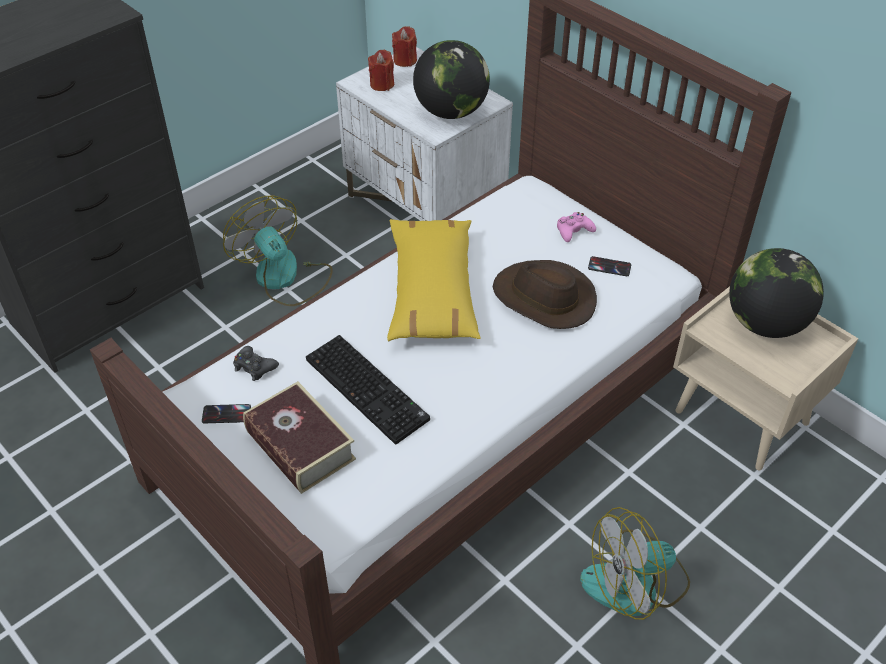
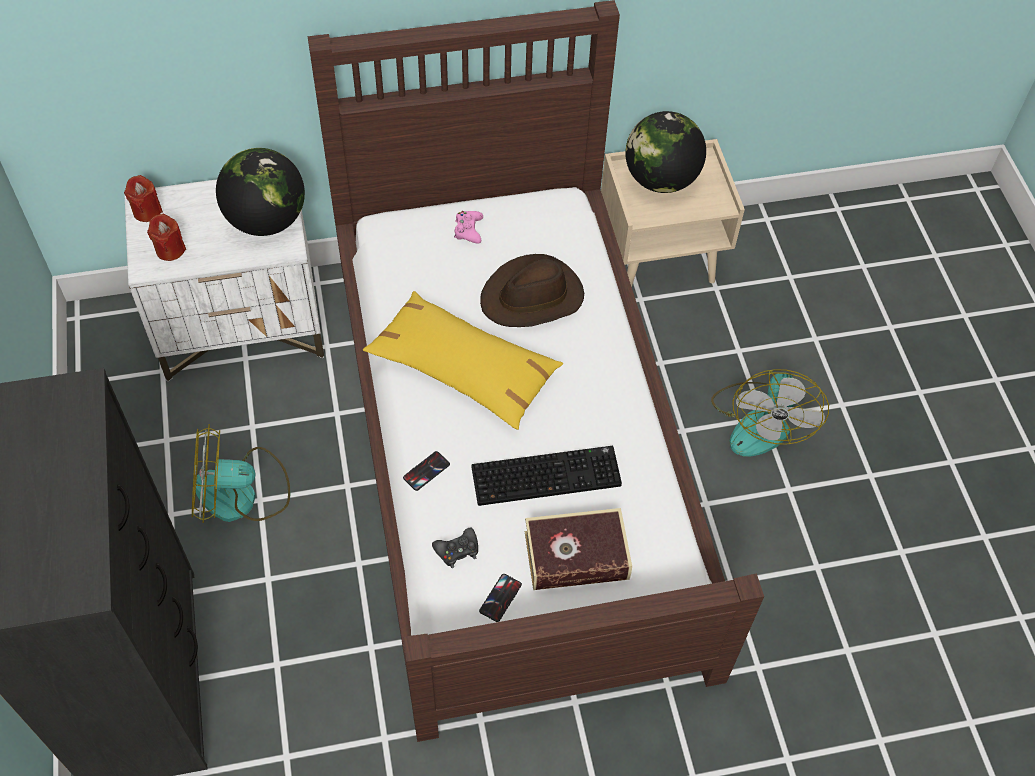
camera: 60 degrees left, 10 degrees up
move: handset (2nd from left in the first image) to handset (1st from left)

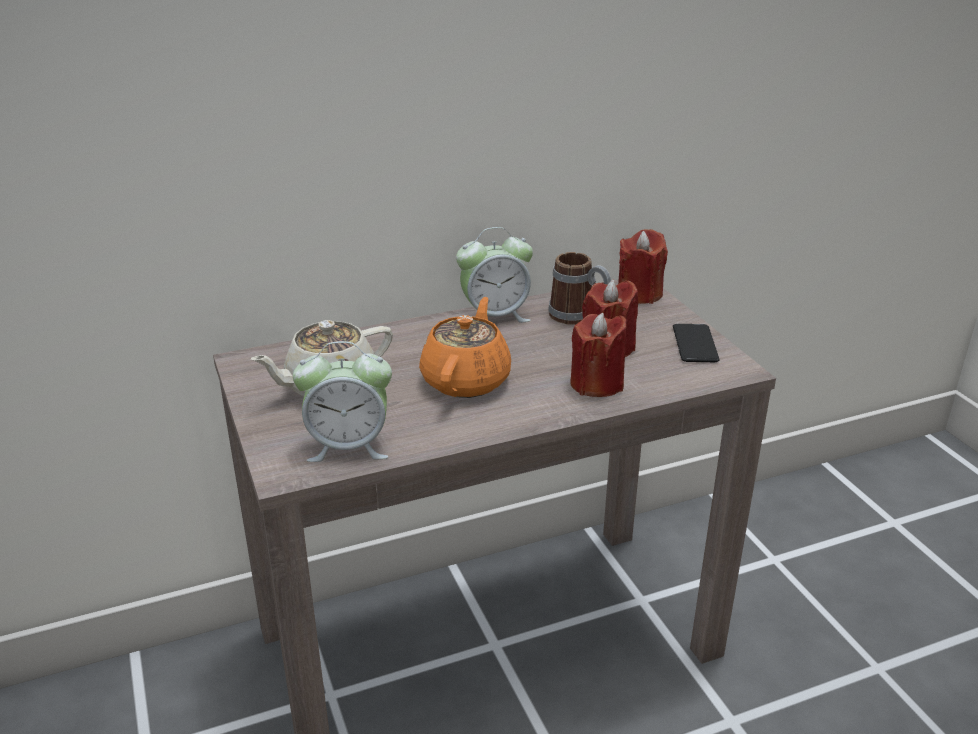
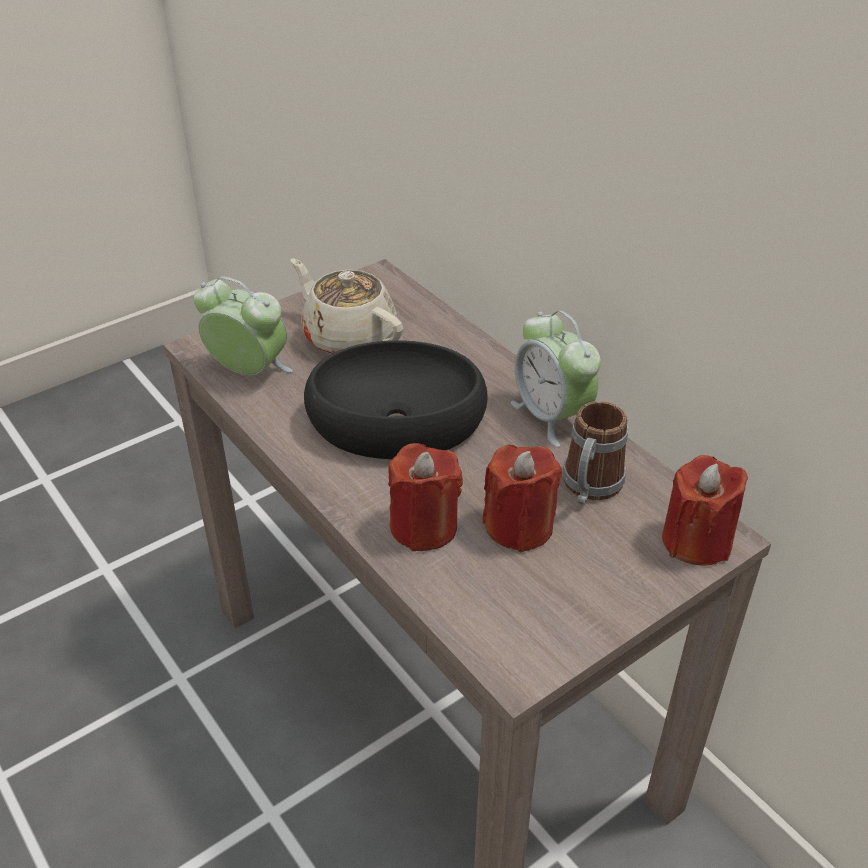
camera: 75 degrees right, 10 degrees up
delete: handset
replace: orange pot for tea to black deep dish
rotate: alarm clock (1st from left) 135 degrees clockwise

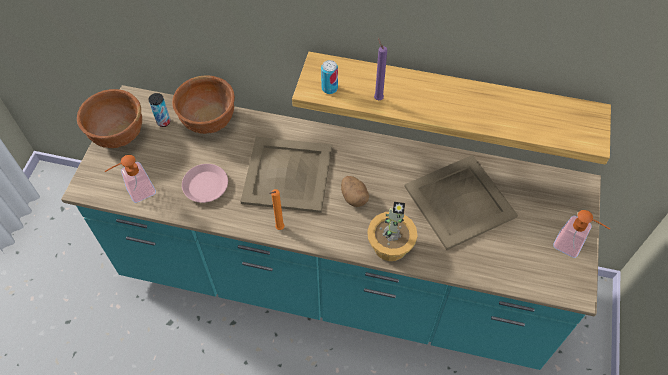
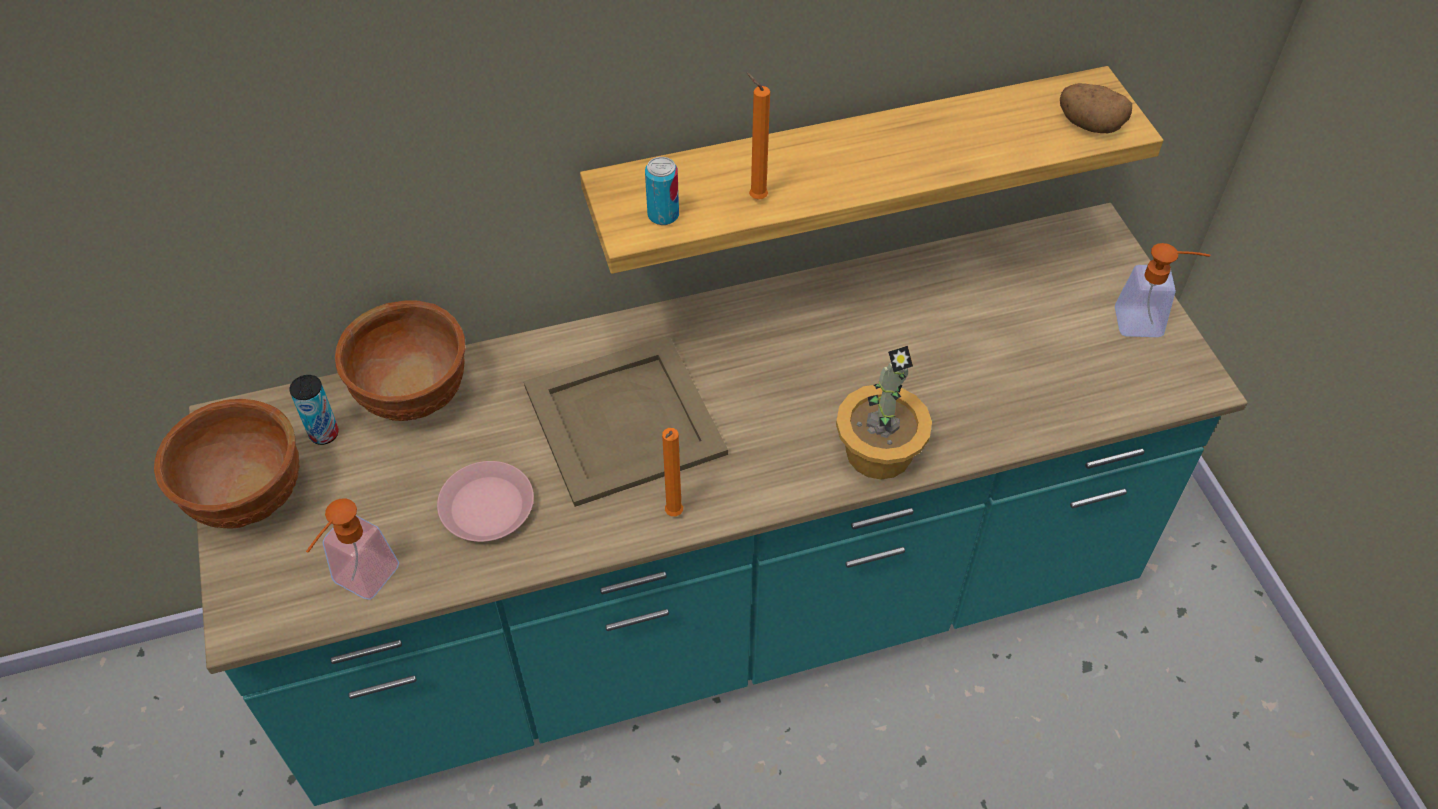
camera: 30 degrees left, 5 degrees down
delete: beige tray (2nd from left)
move: whole potato
recolor: purplish candle to orange candle (2nd from left)

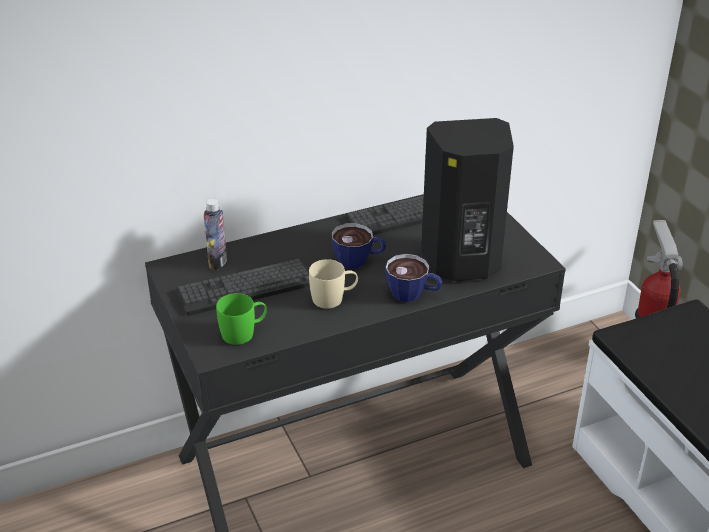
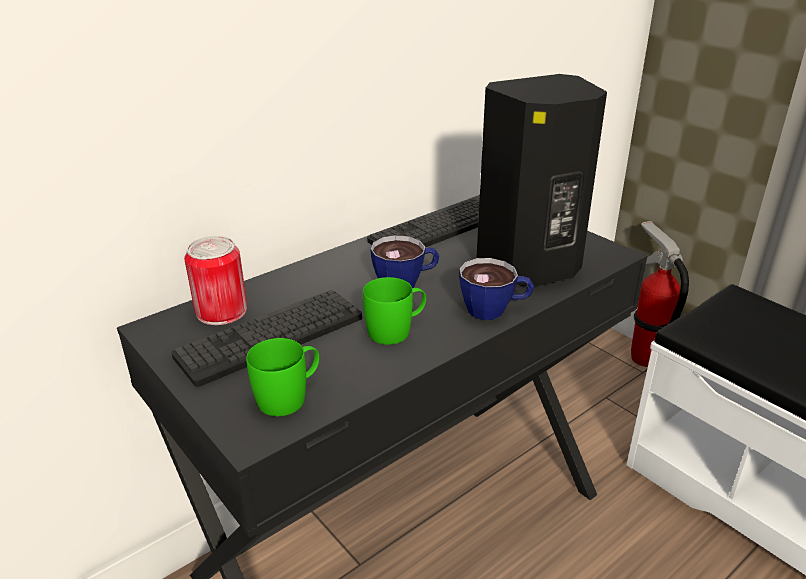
camera: 15 degrees left, 5 degrees down
replace: beverage bottle to sealed can
recolor: beige tea mug to greenish tea mug (2nd from left)

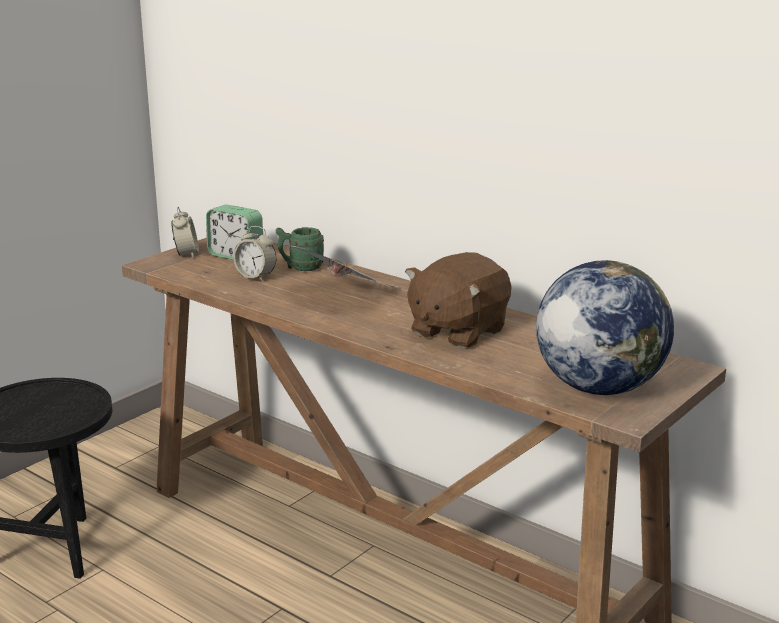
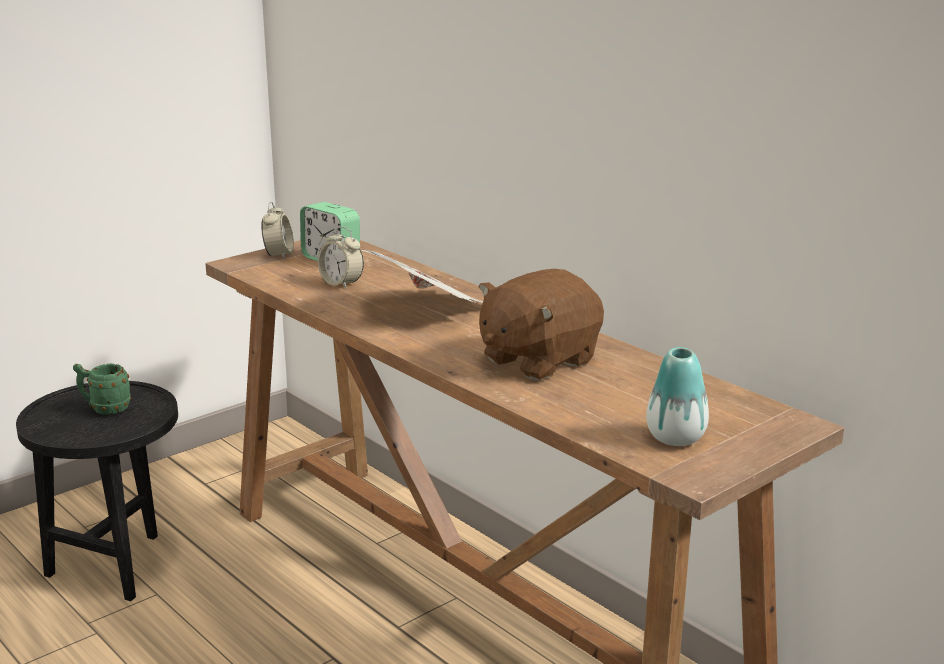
camera: 10 degrees right, 0 degrees up
move: greenish tea mug
replace: globe to flower vase

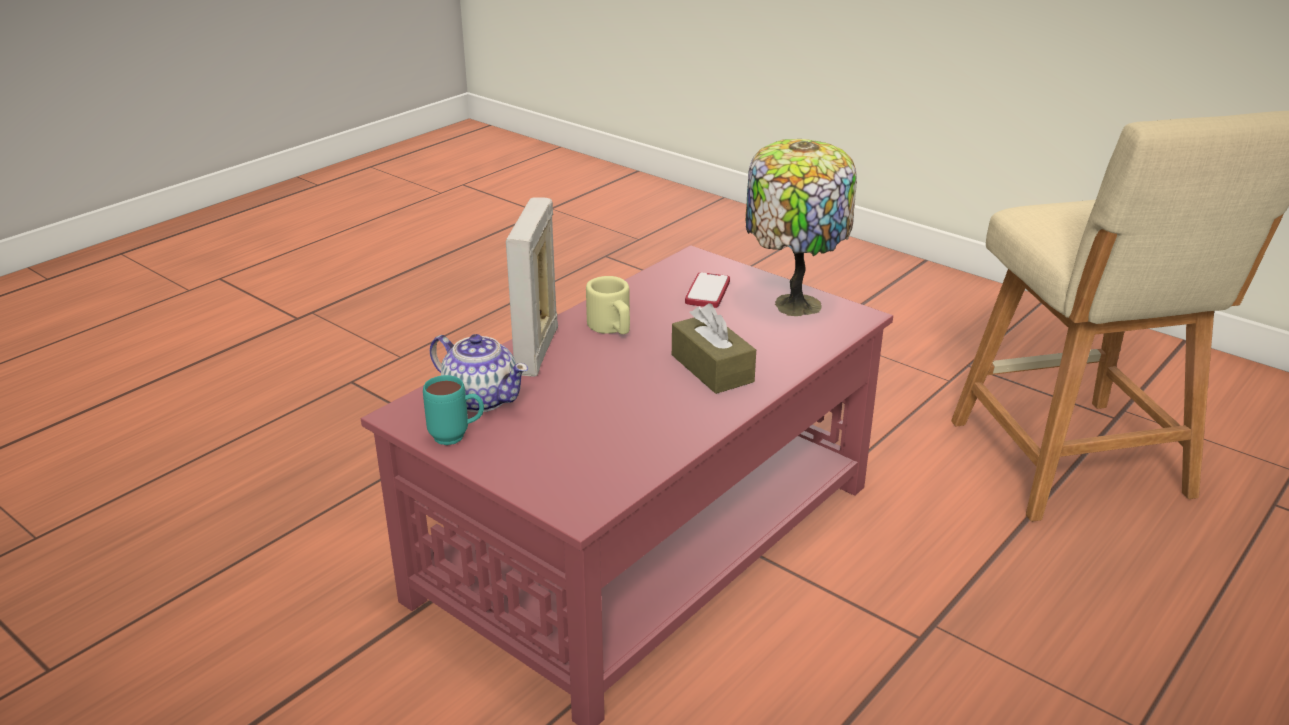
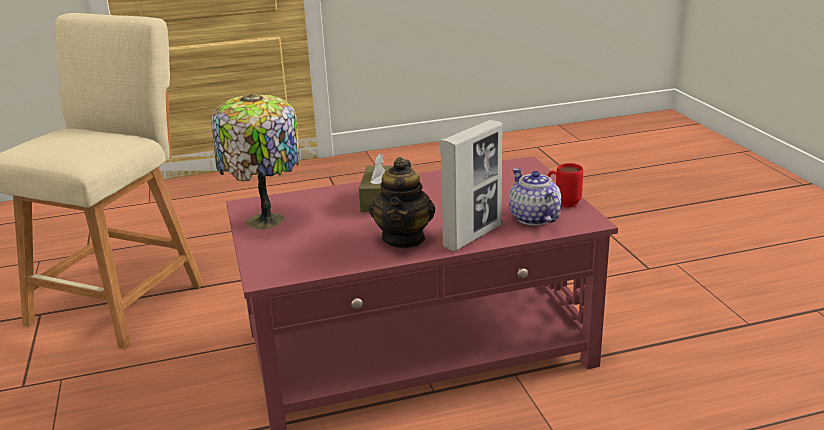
camera: 145 degrees left, 5 degrees down
delete: handset
replace: beige tea mug to pot for tea (1st from left)
recolor: turquoise tea mug to red tea mug

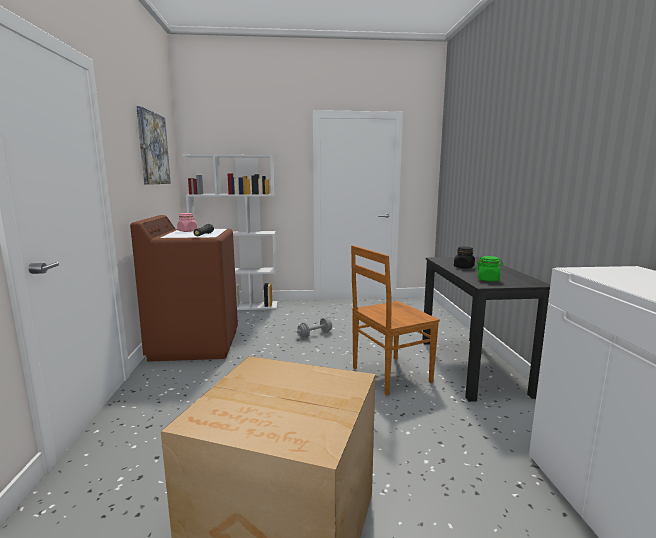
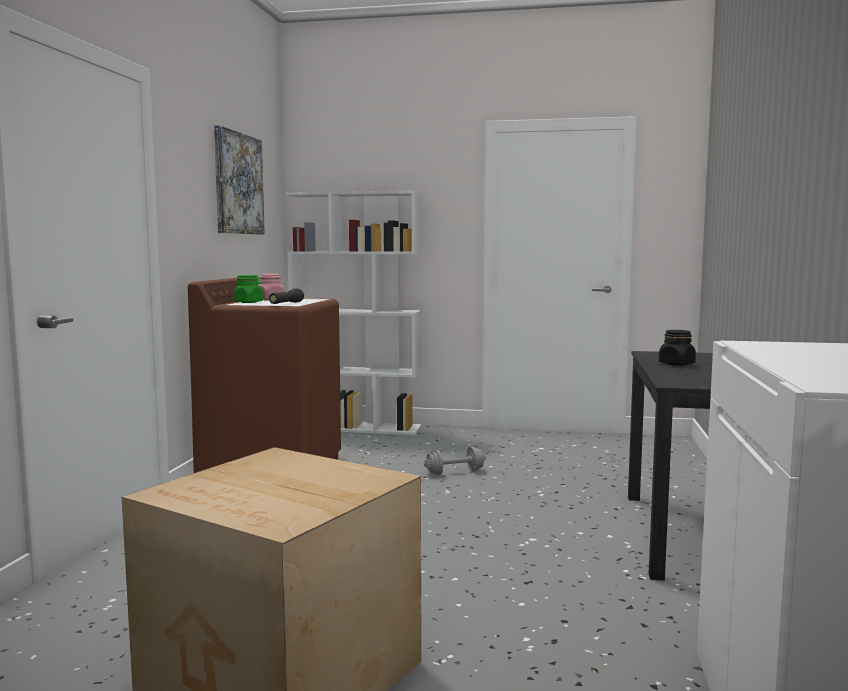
camera: 15 degrees right, 5 degrees down
delete: brown chair
move: greenish storage jar

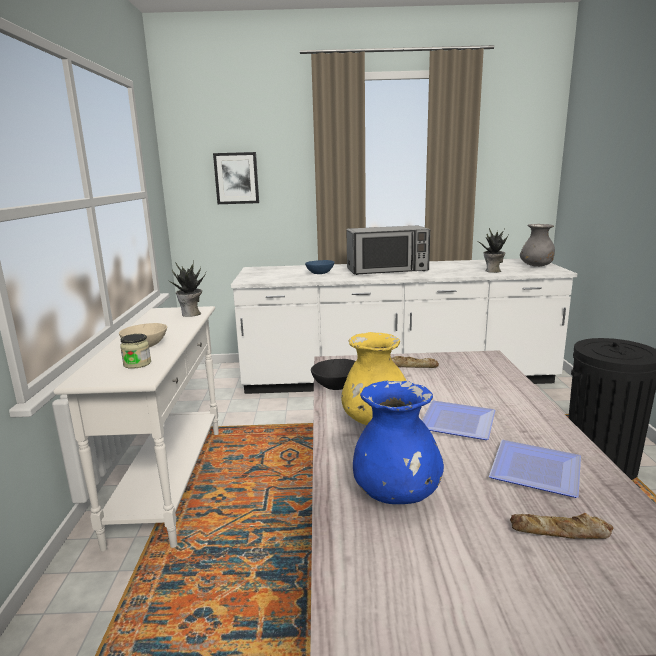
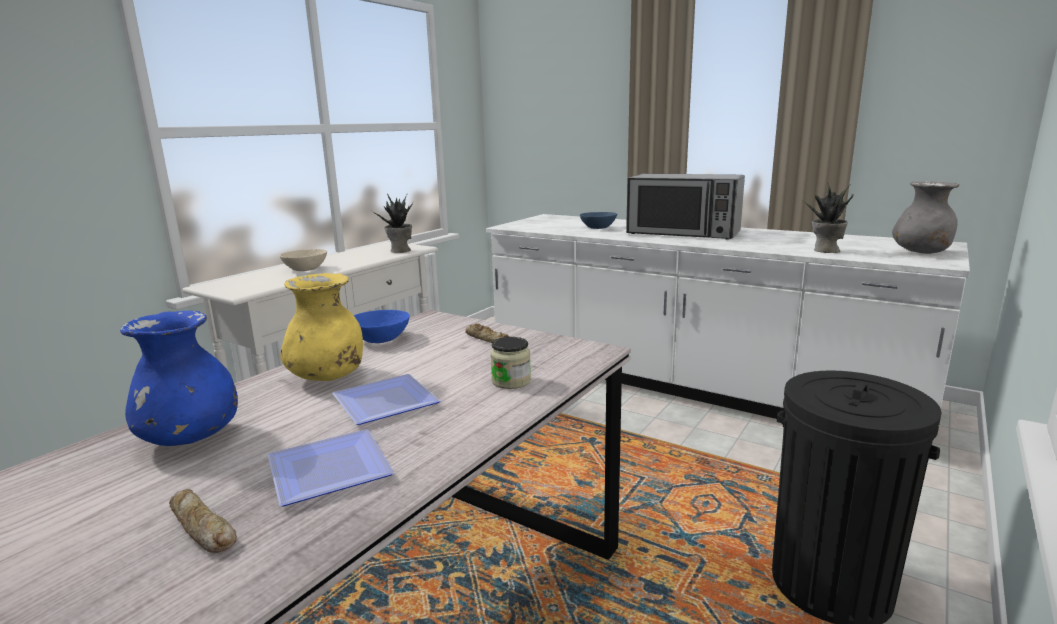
camera: 35 degrees right, 0 degrees up
delete: wall art
move: storage jar
recolor: black deep dish to bluish deep dish (1st from left)

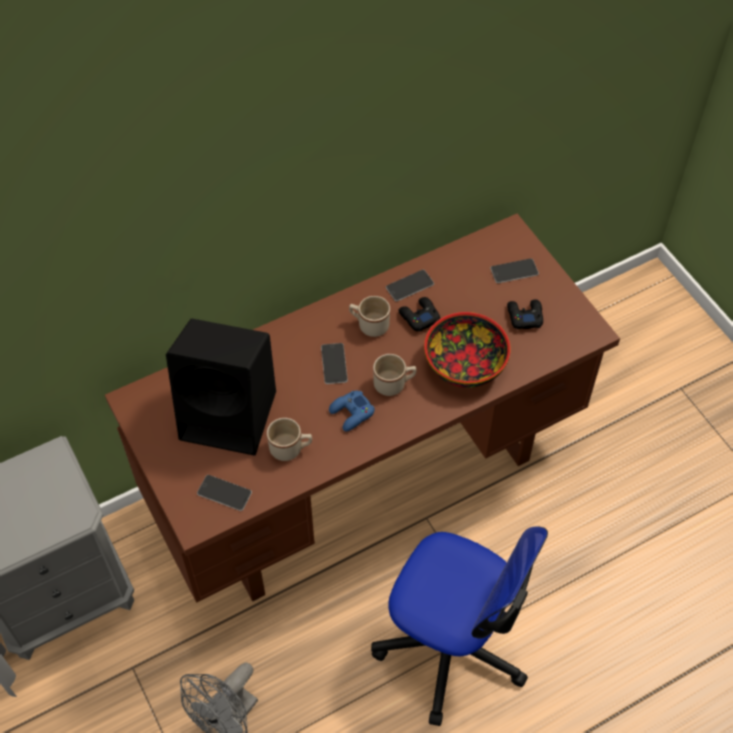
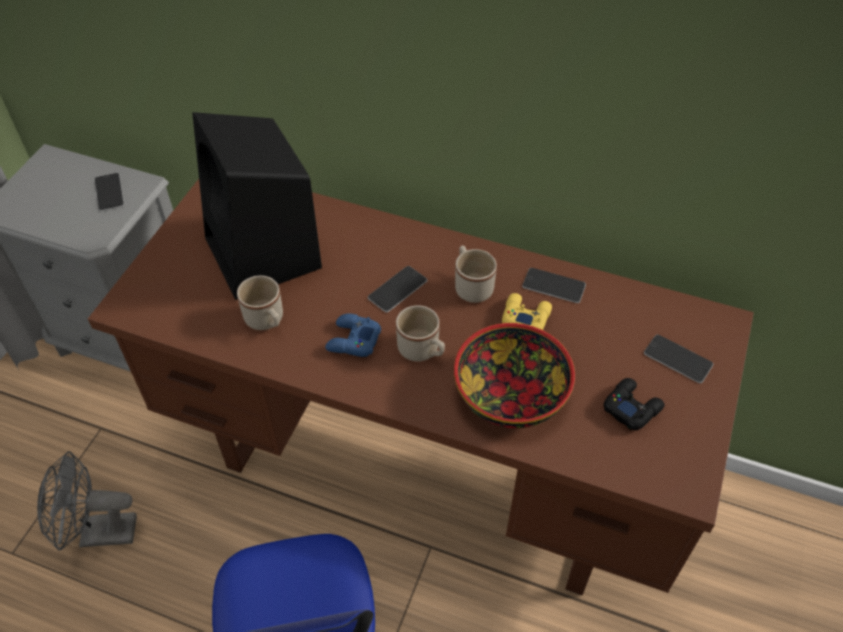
camera: 50 degrees right, 5 degrees down
move: handset (1st from left)
recolor: black gamepad (1st from left) to yellowish gamepad

